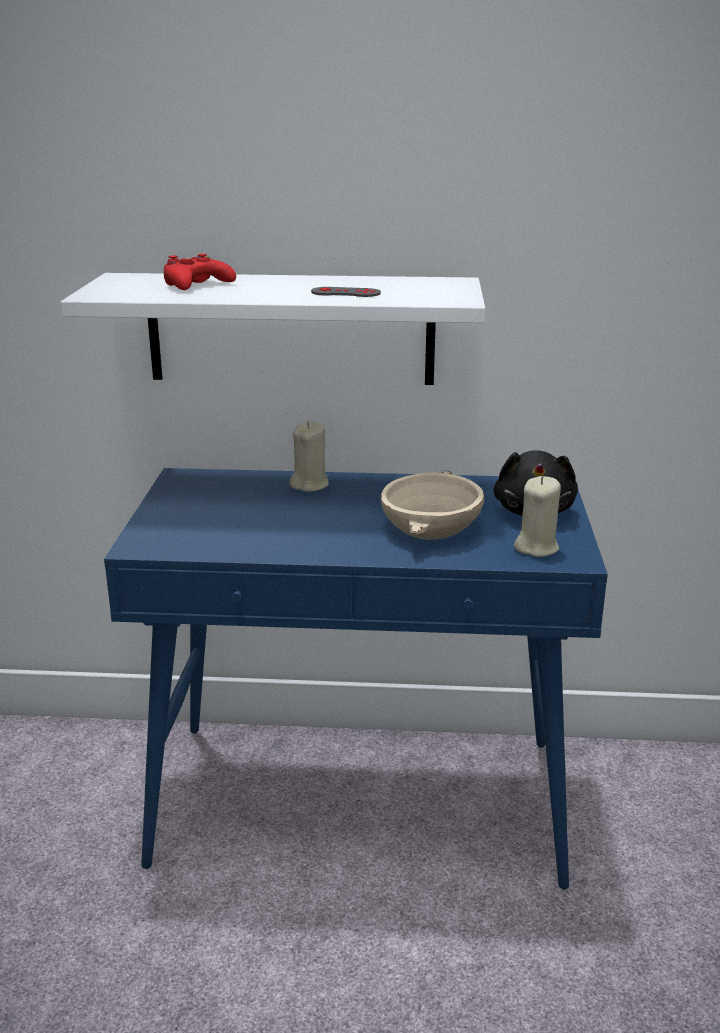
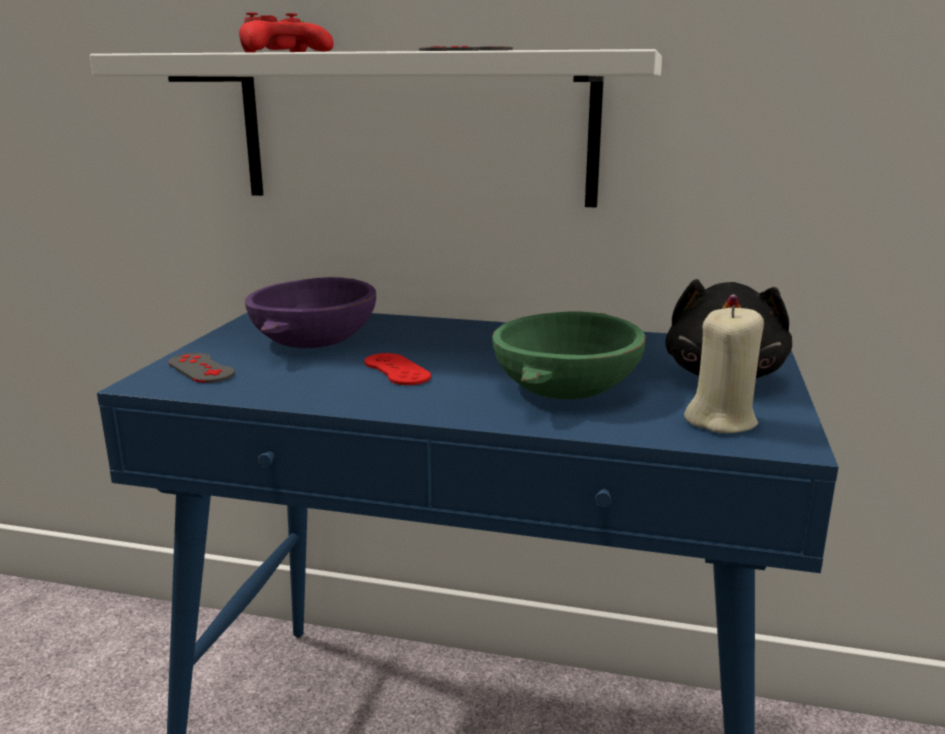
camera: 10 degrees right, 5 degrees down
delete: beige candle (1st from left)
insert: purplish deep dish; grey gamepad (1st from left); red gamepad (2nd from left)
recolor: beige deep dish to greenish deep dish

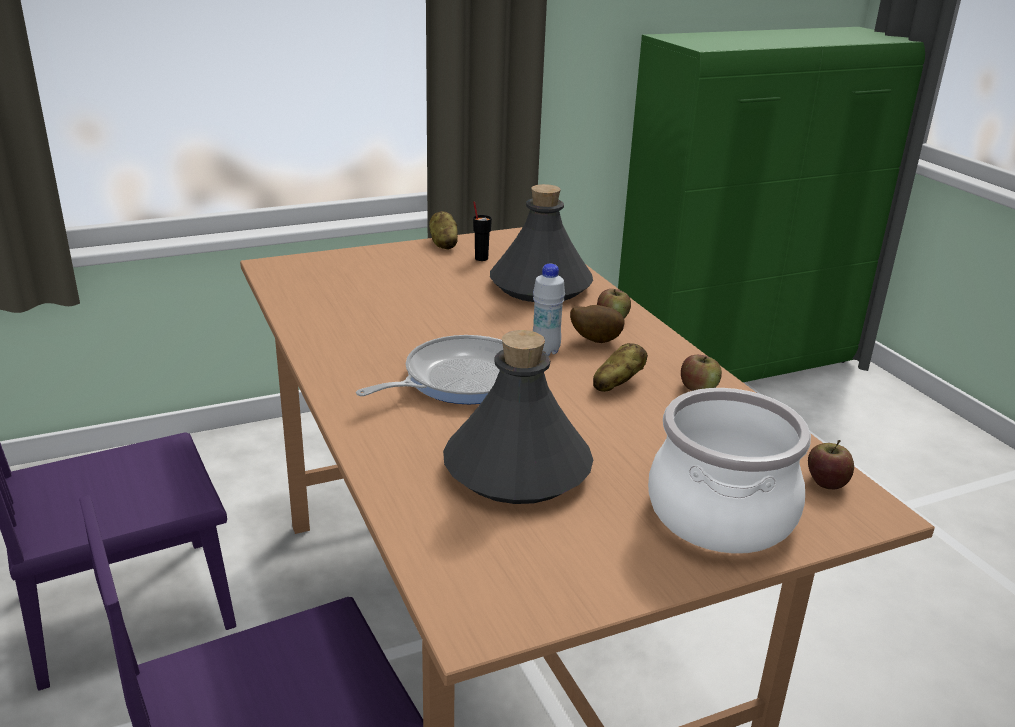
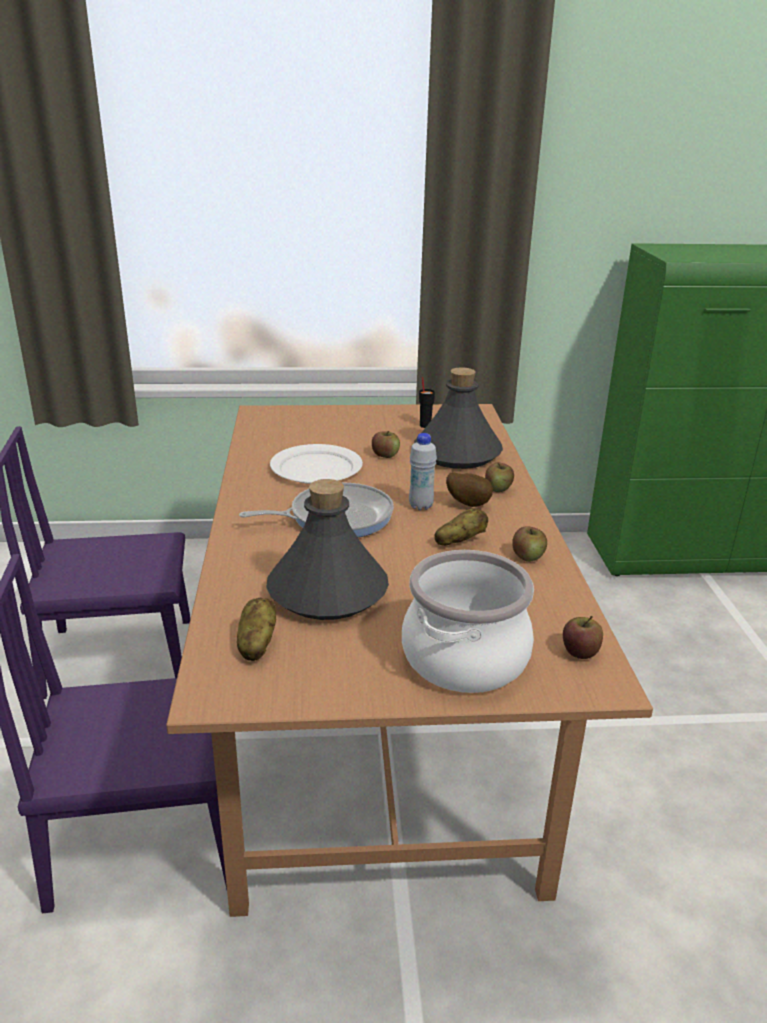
camera: 20 degrees right, 0 degrees up
insert: apple fruit (1st from left); white dinner plate
move: whole potato (1st from left)

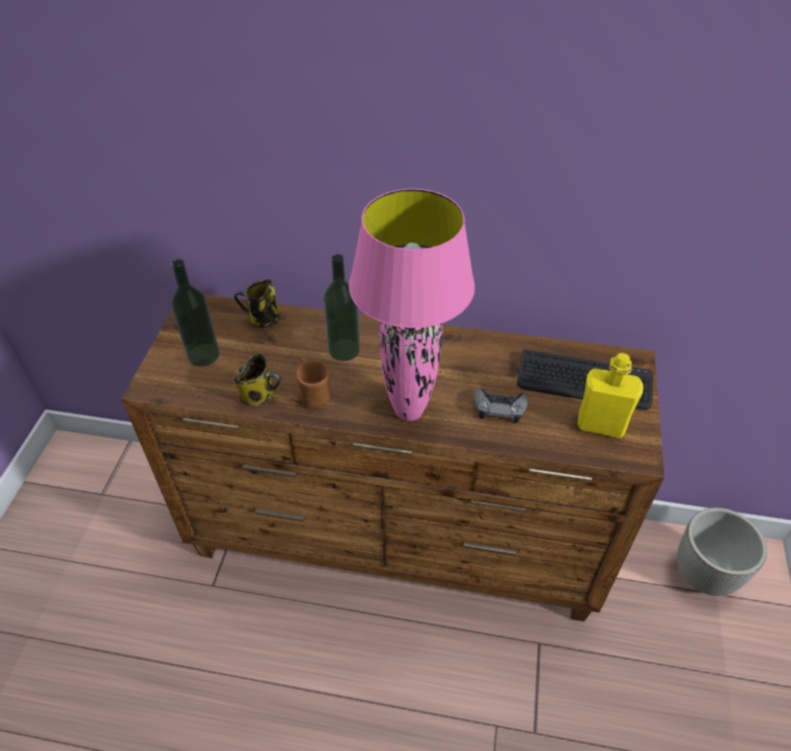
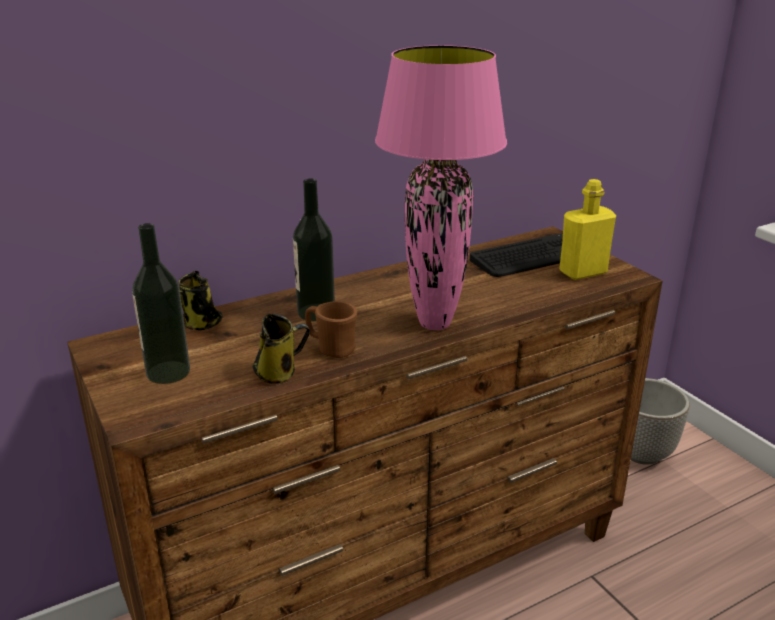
camera: 40 degrees left, 20 degrees down
delete: grey gamepad

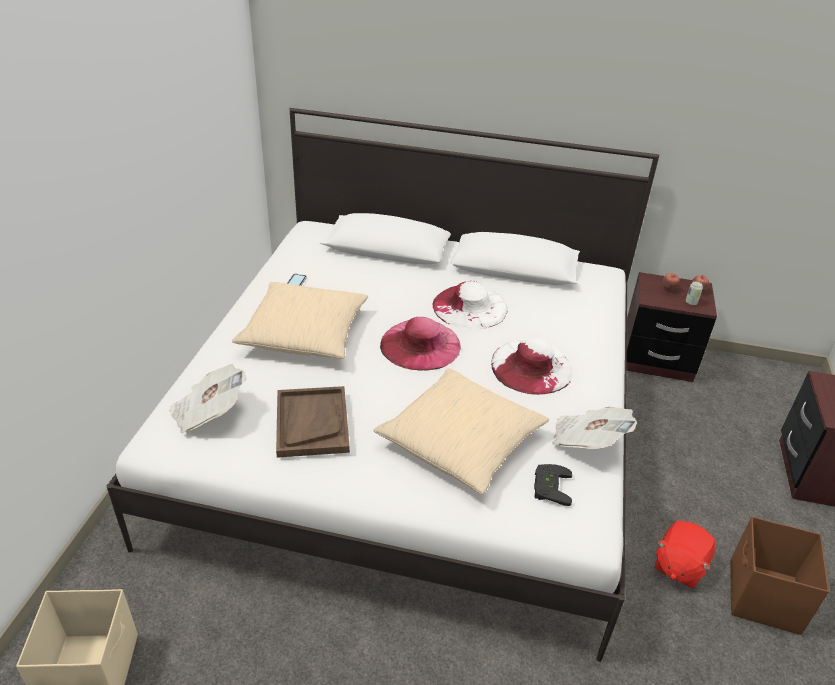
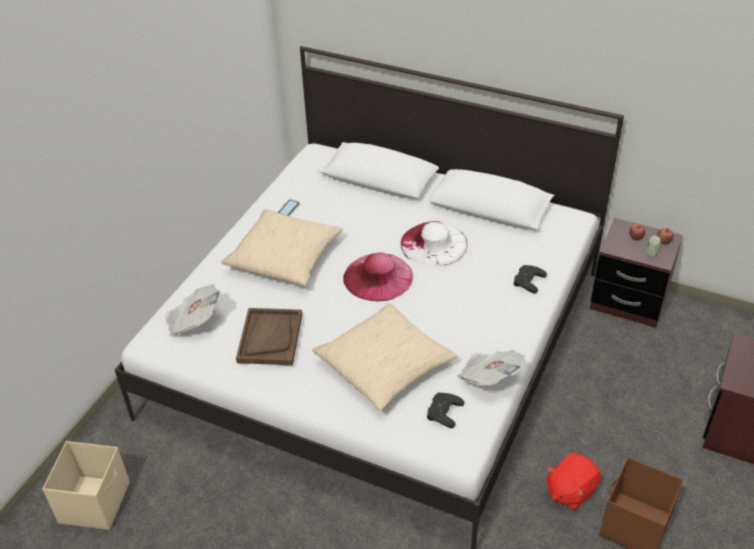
camera: 15 degrees right, 5 degrees up
delete: white wearable hat (2nd from left)
insert: black gamepad (2nd from left)

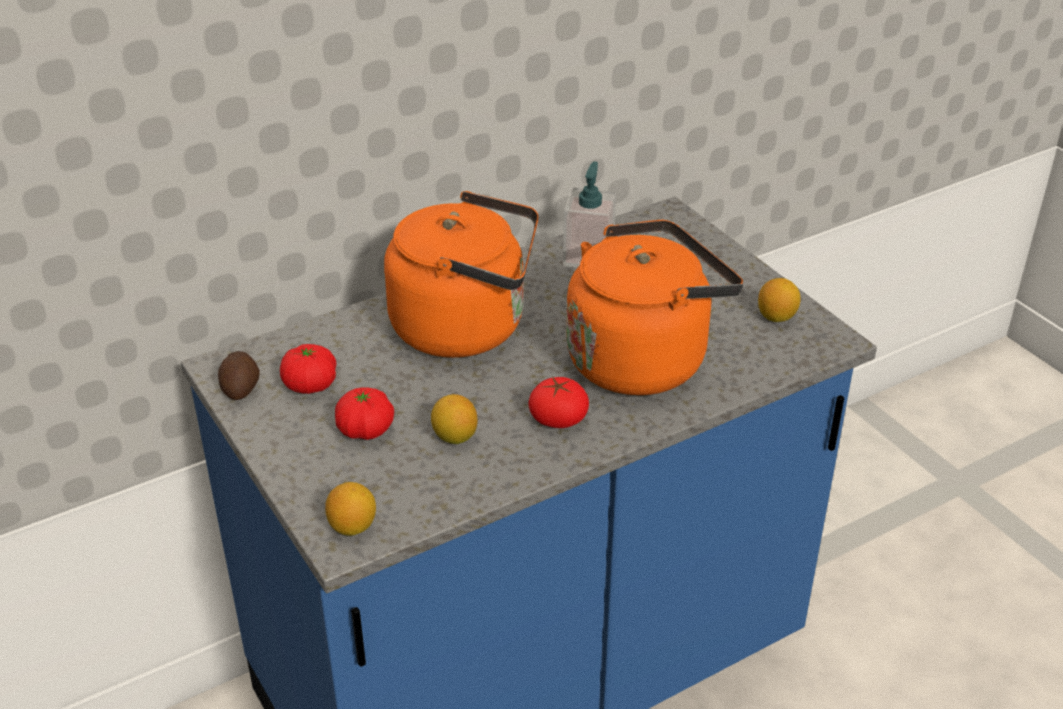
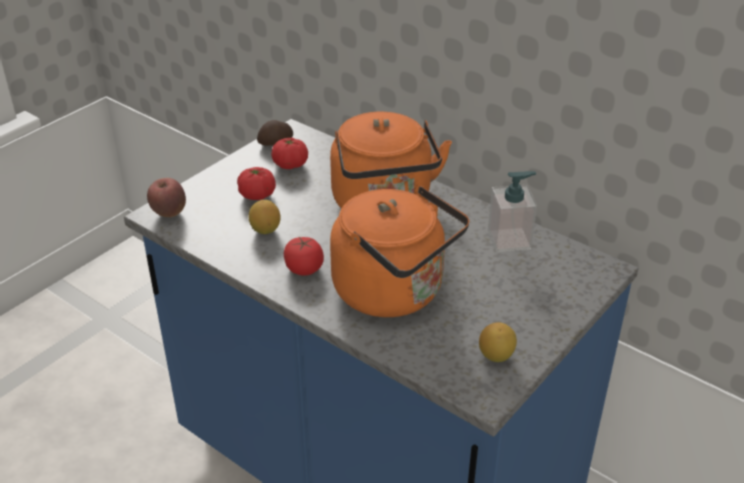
camera: 70 degrees right, 0 degrees up
replace: whole lemon (1st from left) to apple fruit

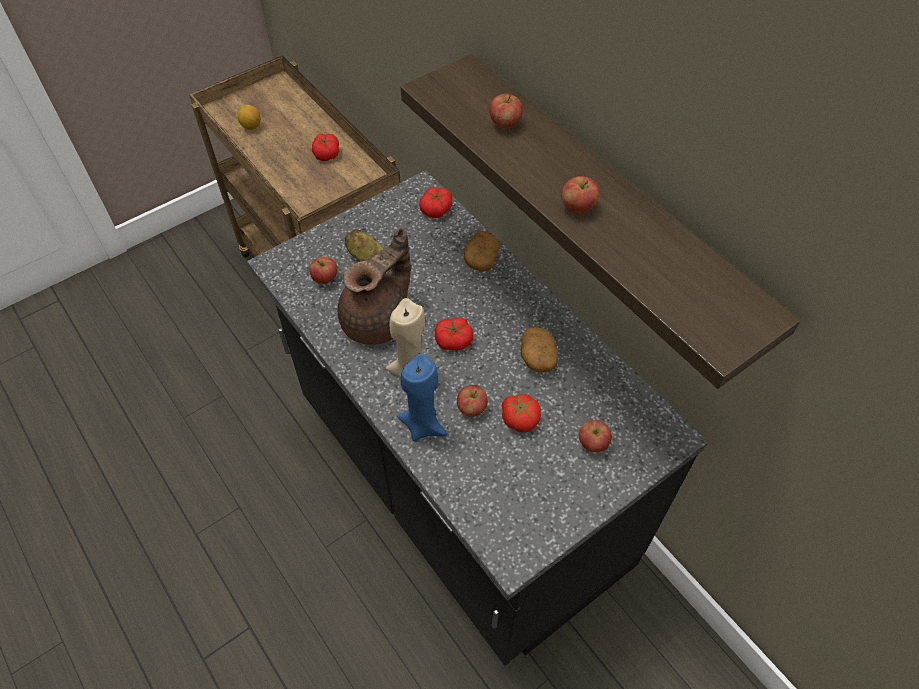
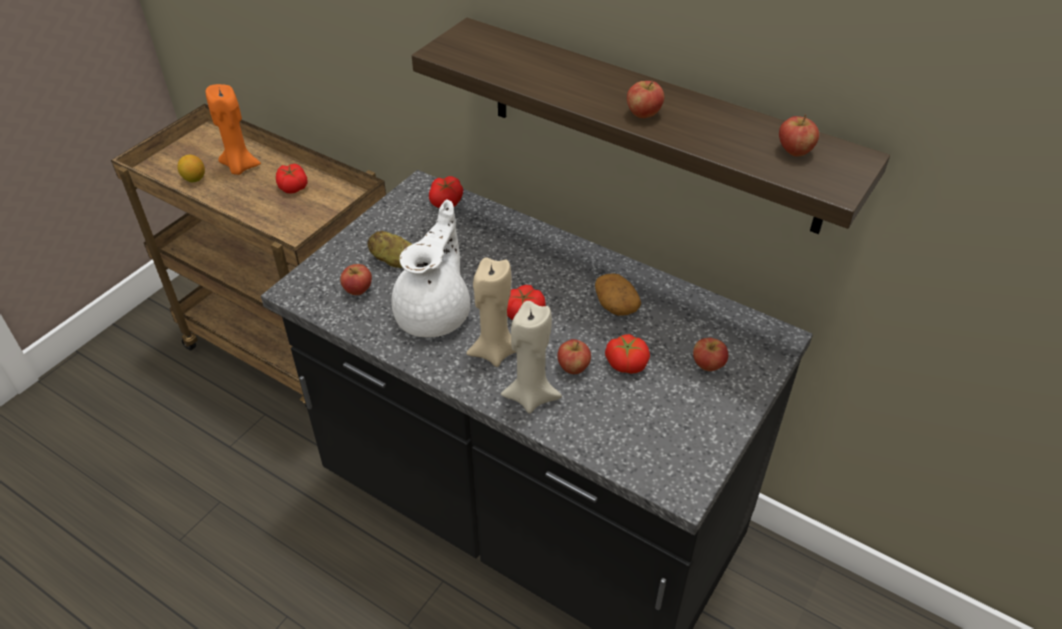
camera: 20 degrees left, 10 degrees down
delete: whole potato (2nd from left)
insert: orange candle
move: apple fruit (3rd from left in the first image) to apple fruit (5th from left)
recolor: brown pot for tea to white pot for tea; bluish candle to beige candle (2nd from left)

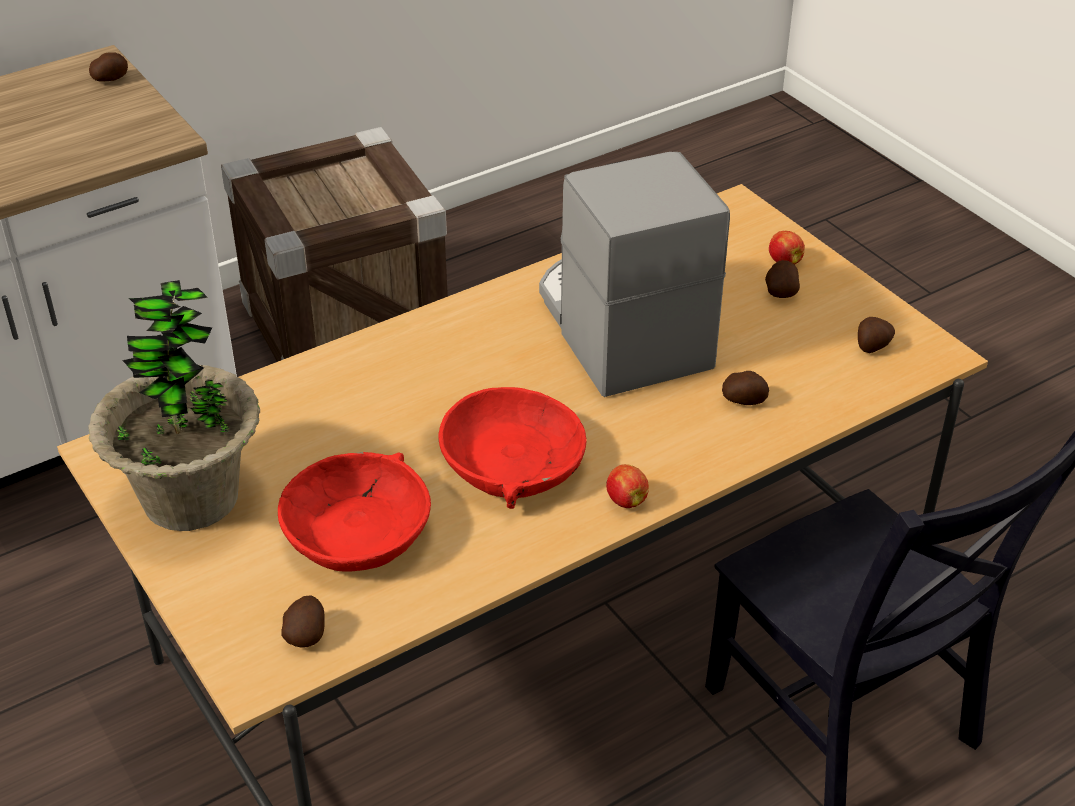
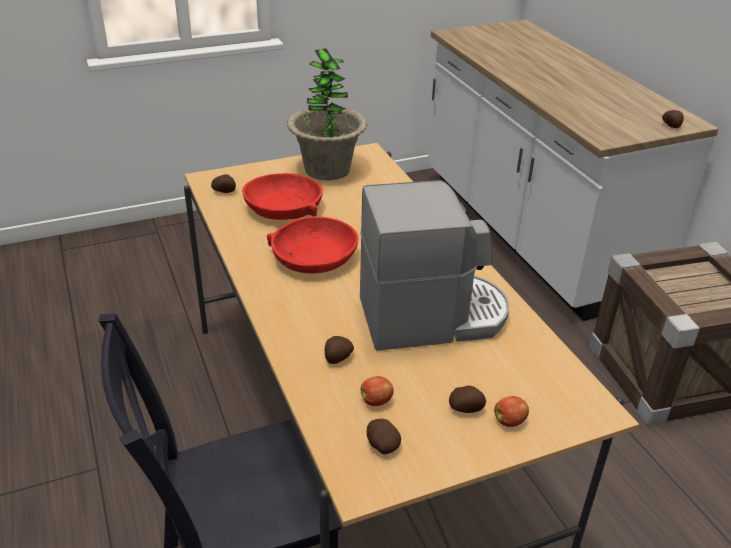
camera: 100 degrees right, 5 degrees down
move: apple fruit (1st from left)

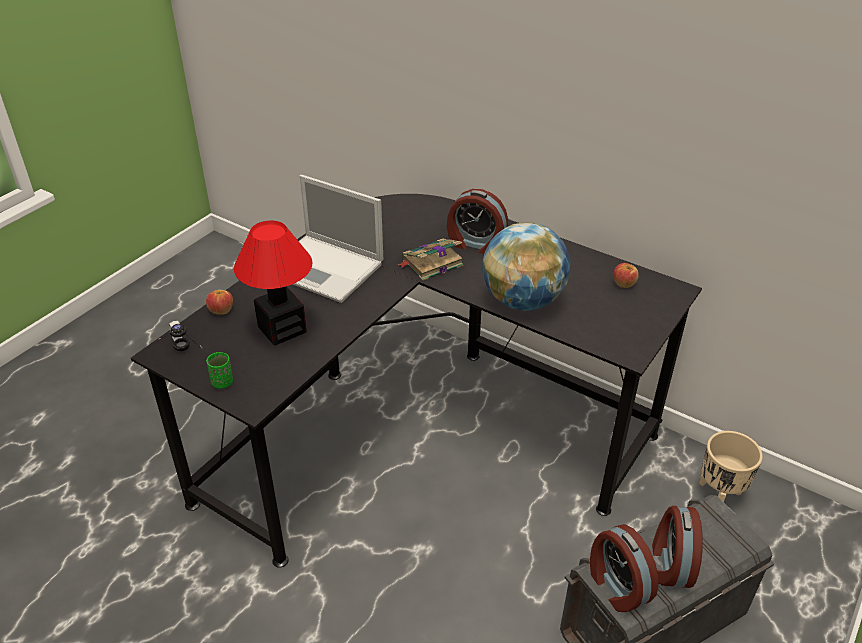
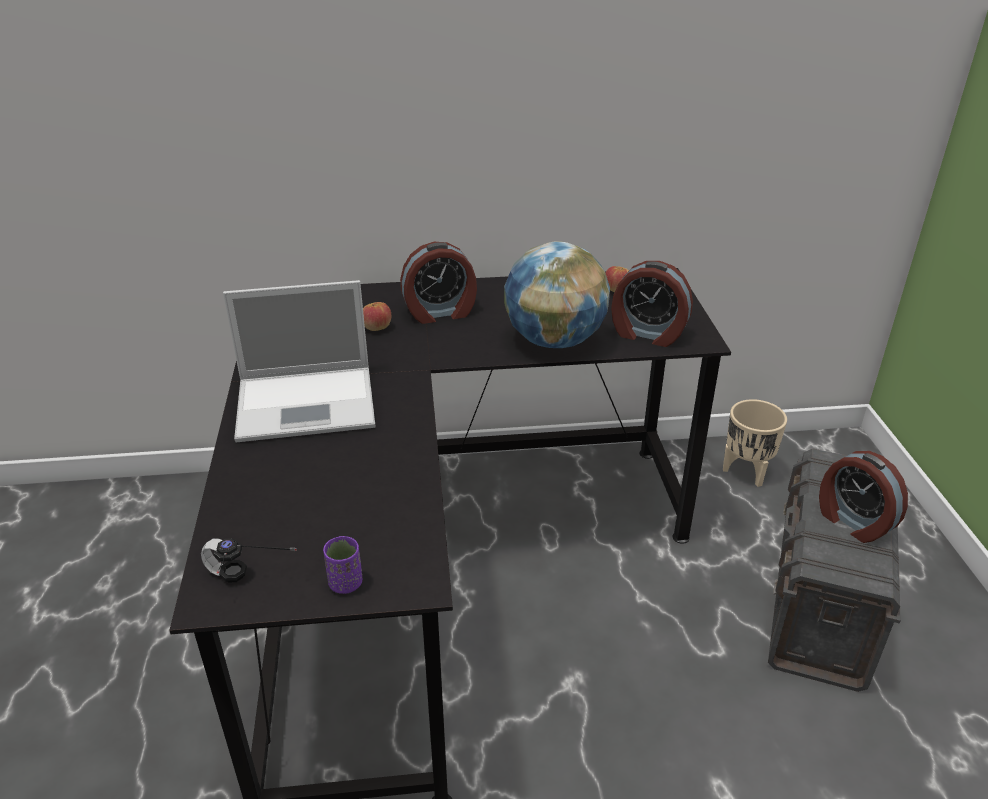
camera: 40 degrees left, 5 degrees down
delete: table lamp; book
move: apple fruit (1st from left); alarm clock (2nd from left)
recolor: greenish small cup to purplish small cup

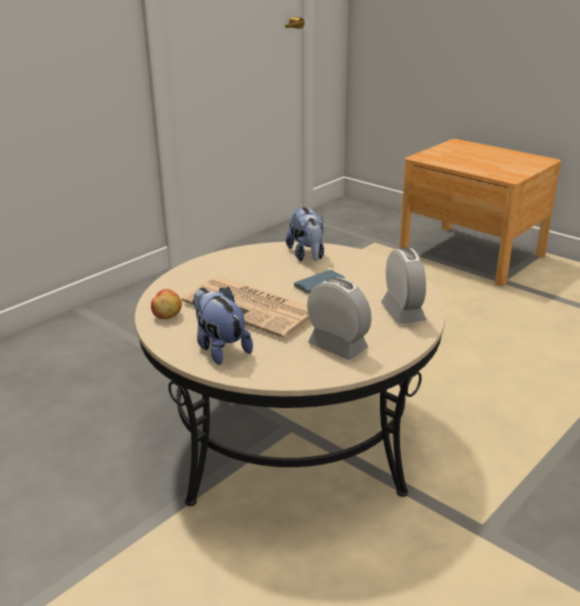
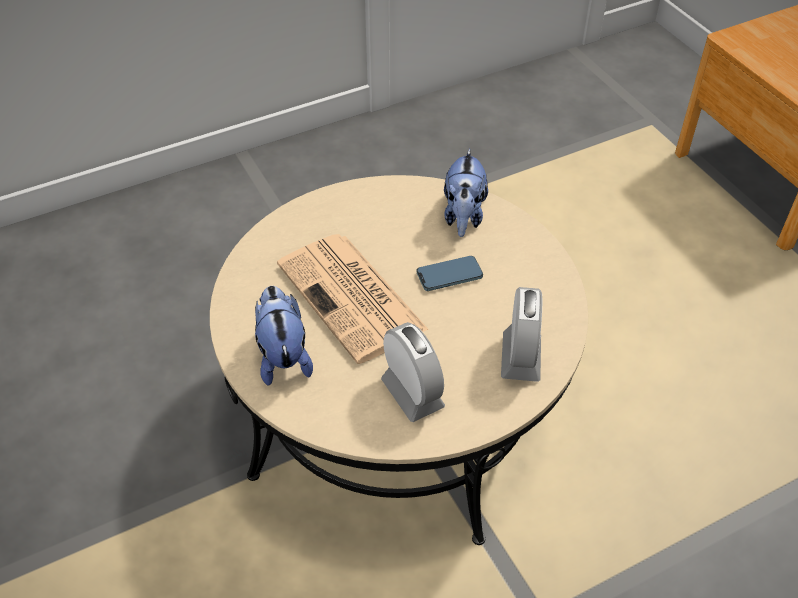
camera: 20 degrees right, 20 degrees up
delete: apple fruit

